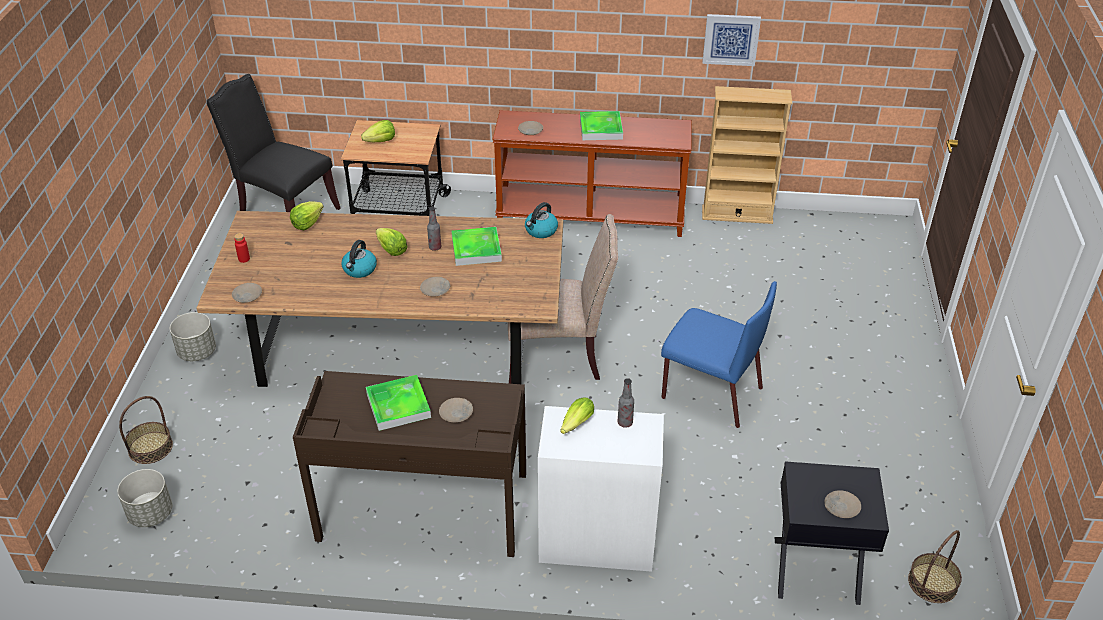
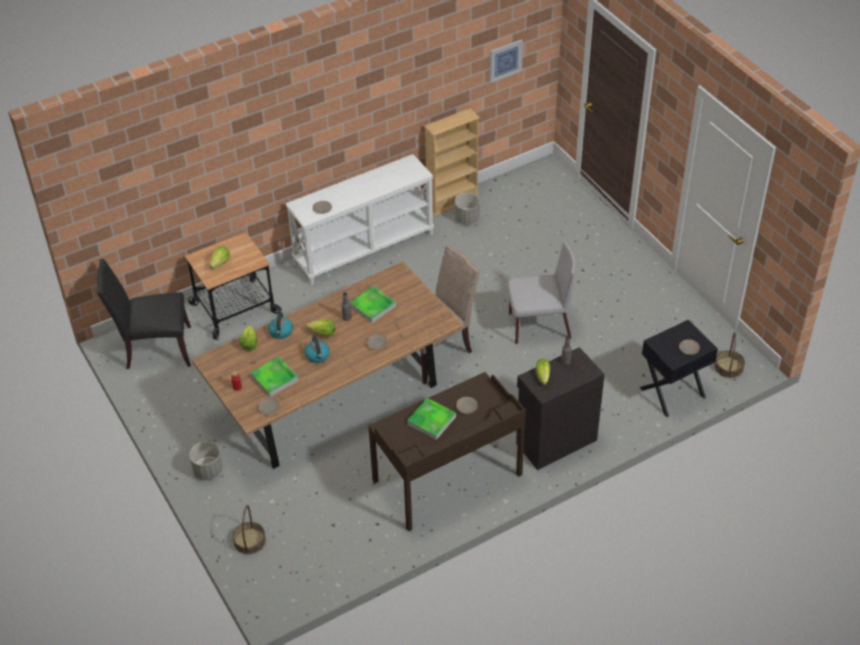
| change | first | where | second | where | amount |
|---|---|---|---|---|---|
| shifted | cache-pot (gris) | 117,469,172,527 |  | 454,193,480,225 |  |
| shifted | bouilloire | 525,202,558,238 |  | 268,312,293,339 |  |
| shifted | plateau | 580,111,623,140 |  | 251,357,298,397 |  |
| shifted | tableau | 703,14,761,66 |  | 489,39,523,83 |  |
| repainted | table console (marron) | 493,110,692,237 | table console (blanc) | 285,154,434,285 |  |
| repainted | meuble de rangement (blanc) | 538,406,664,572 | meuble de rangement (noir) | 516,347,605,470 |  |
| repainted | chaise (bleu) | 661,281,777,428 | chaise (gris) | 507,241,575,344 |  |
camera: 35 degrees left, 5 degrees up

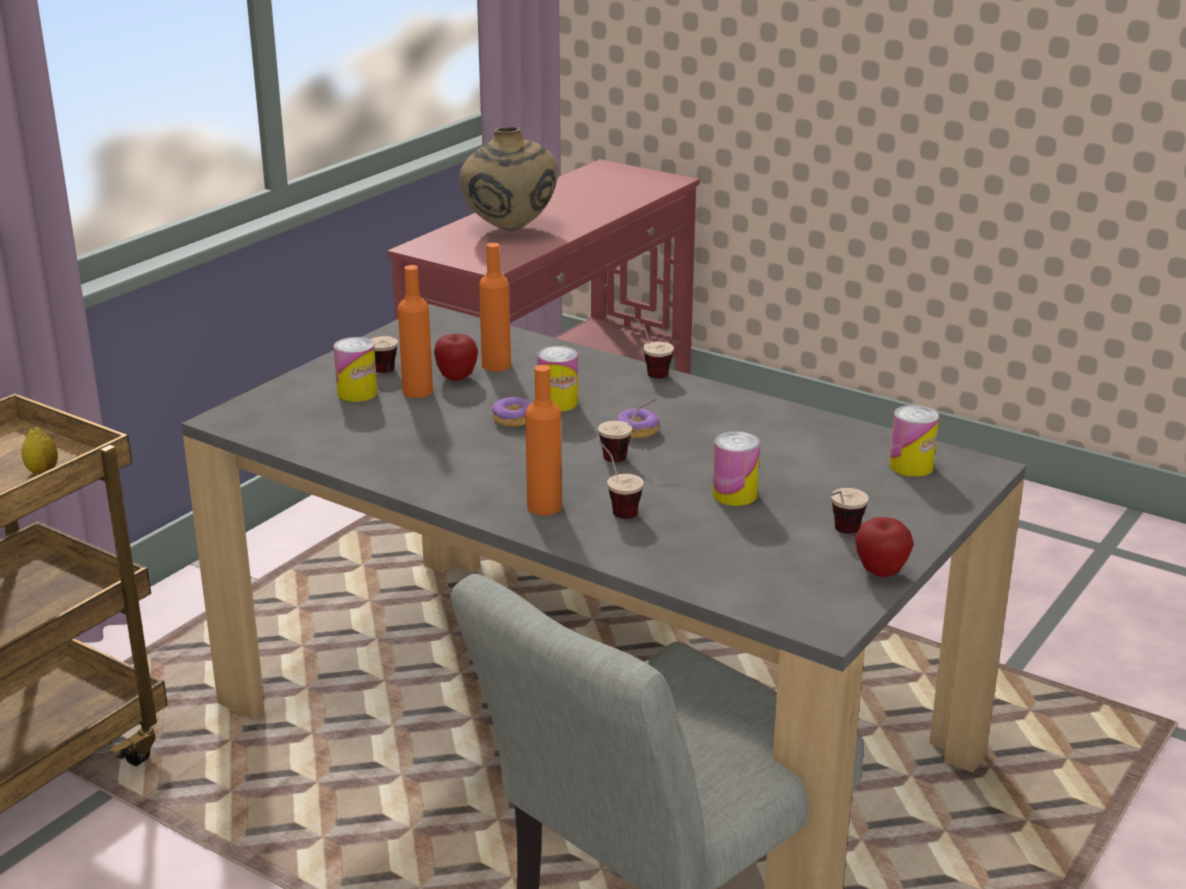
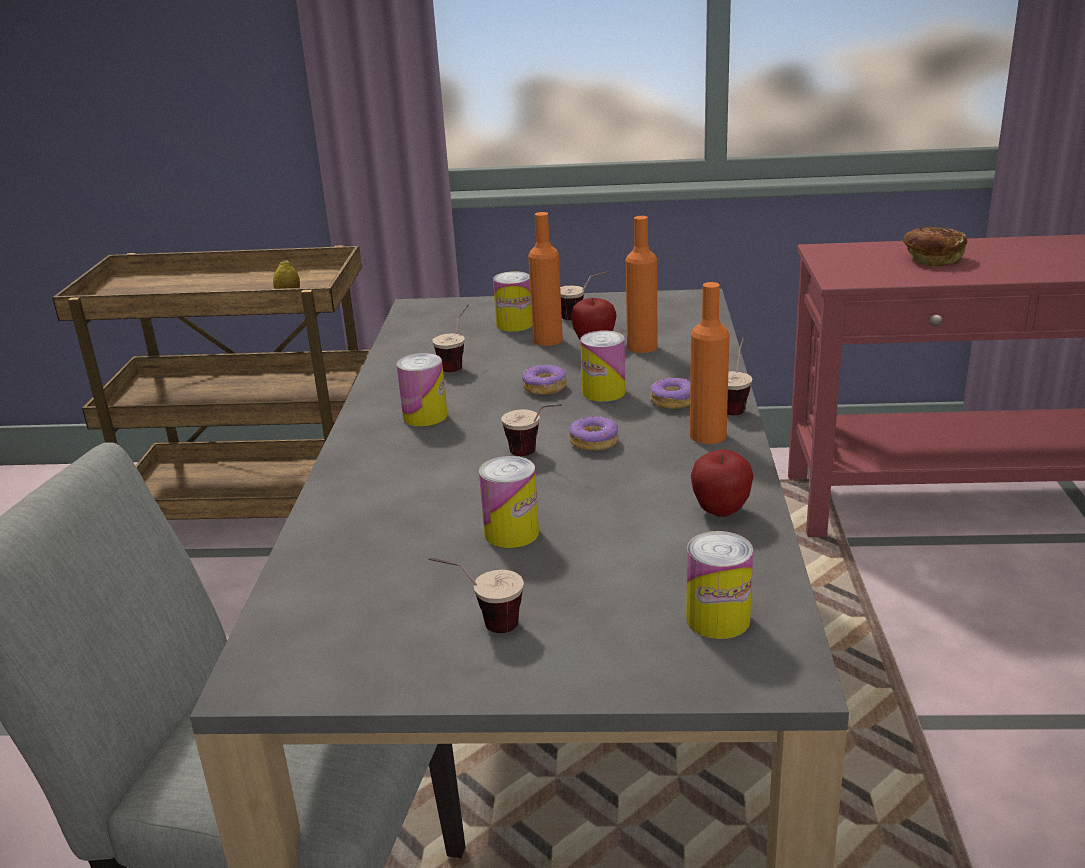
| change | first | where | second | where | amount |
|---|---|---|---|---|---|
| new |  |  | boîte métallique | 396,353,448,427 |  |
| new |  |  | beignet | 650,378,690,409 |  |
| shifted | bouteille (orange) | 525,365,562,515 |  | 690,282,729,444 |  |
| shifted | tasse | 599,441,644,519 |  | 432,304,469,372 |  |
| shifted | pomme | 855,517,914,577 |  | 691,449,754,517 |  |
| swapped | vase (beige) | 460,127,558,231 | pain | 903,227,967,267 |  |
camera: 60 degrees right, 0 degrees up

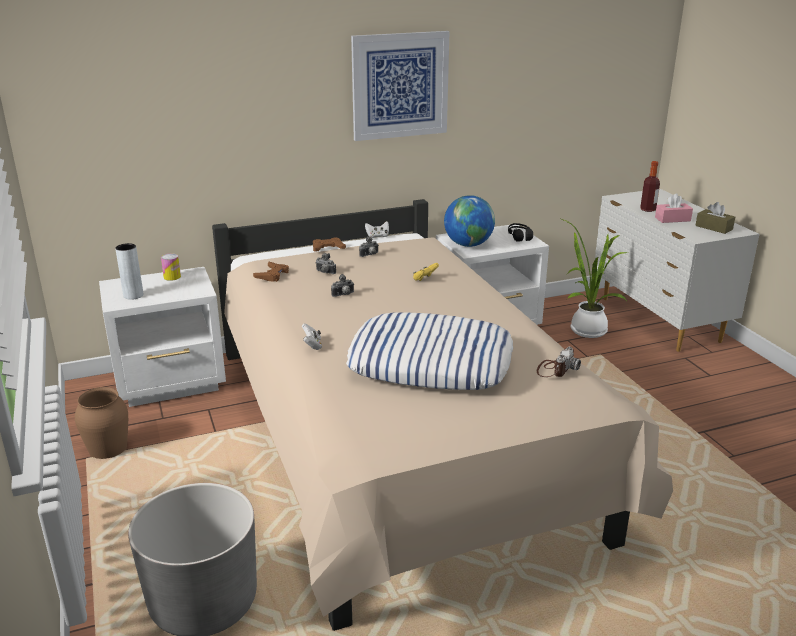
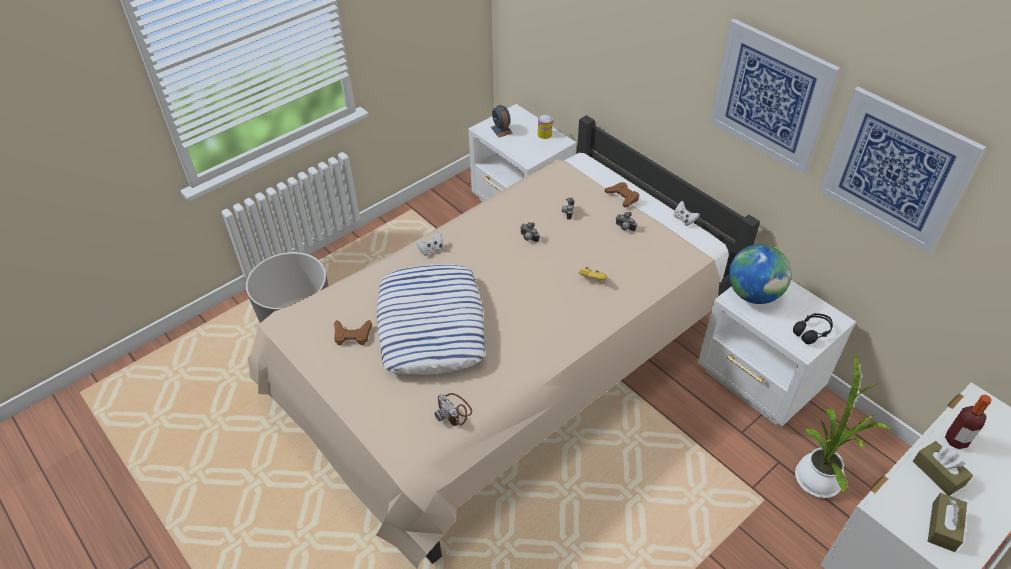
| change | first | where | second | where | amount |
|---|---|---|---|---|---|
| gone | vase (marron) | 75,387,128,459 |  |  |  |
| new |  |  | tableau | 818,87,986,254 |  |
| shifted | manette (marron) | 253,262,289,282 |  | 334,320,372,345 |  |
| swapped | vase (gris) | 115,243,143,300 | réveil | 491,105,513,138 |  |
| repainted | boîte à mouchoirs (rose) | 655,194,693,223 | boîte à mouchoirs (marron) | 913,441,973,496 |  |
| rotated | appareil photo | 537,347,581,377 |  | 434,393,472,426 | 45 degrees clockwise |
camera: 70 degrees right, 20 degrees up

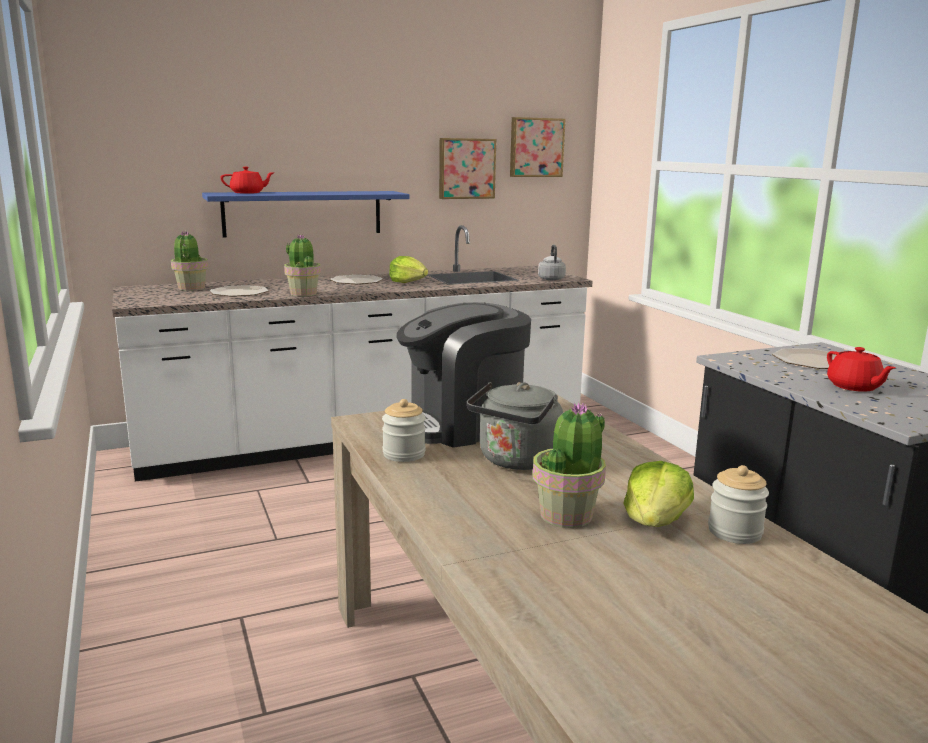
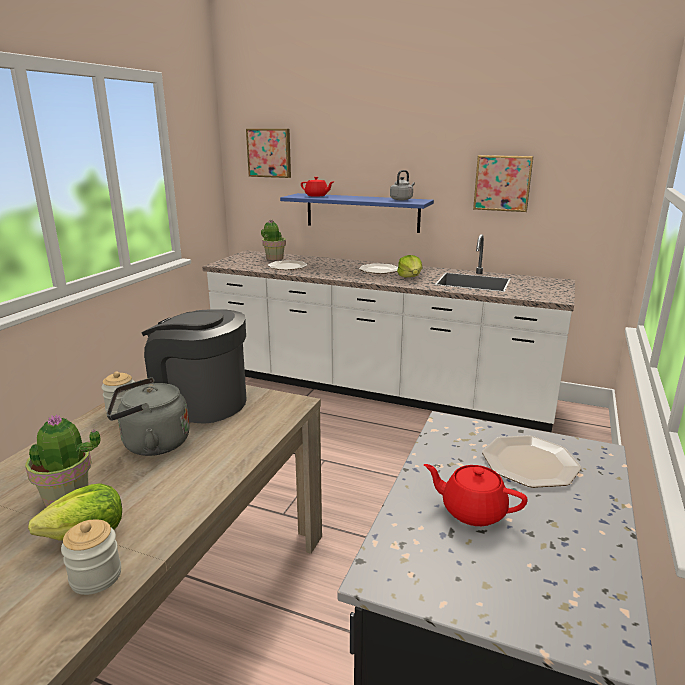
| change | first | where | second | where | amount |
|---|---|---|---|---|---|
| gone | plante en pot | 284,234,321,297 |  |  |  |
| shifted | tableau | 510,117,565,177 |  | 246,129,291,178 |  |
| shifted | bouilloire (gris) | 538,245,566,280 |  | 390,170,415,200 |  |
| rotated | théière (rouge) | 827,347,896,392 |  | 424,464,528,526 | 90 degrees clockwise |
camera: 45 degrees right, 5 degrees up

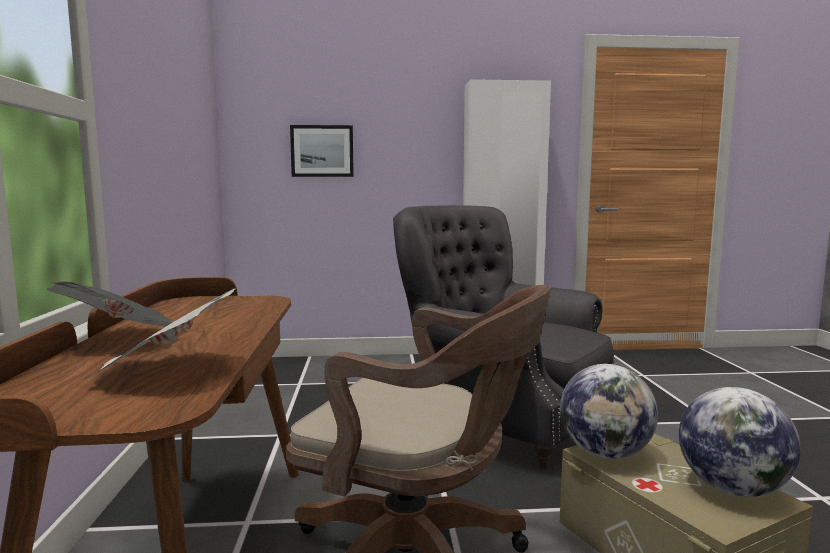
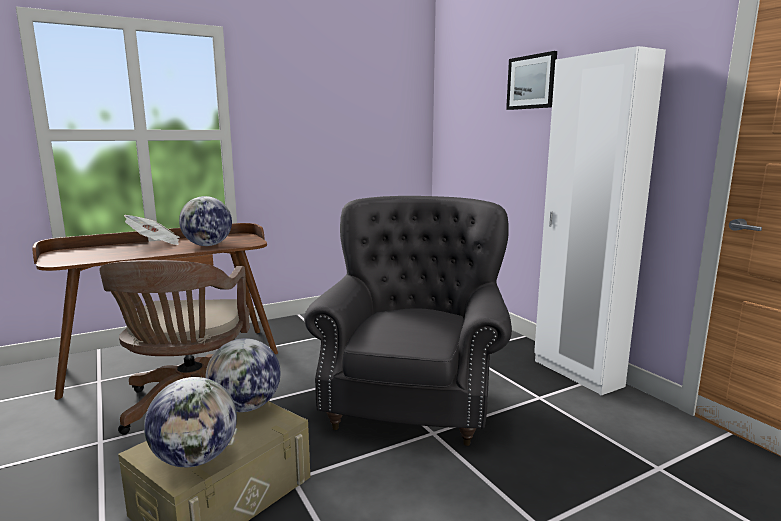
| change | first | where | second | where | amount |
|---|---|---|---|---|---|
| gone | journal | 84,288,236,380 |  |  |  |
| new |  |  | globe | 179,196,232,246 |  |
| shifted | tableau | 290,125,354,177 |  | 506,51,557,110 |  |
camera: 65 degrees right, 5 degrees up

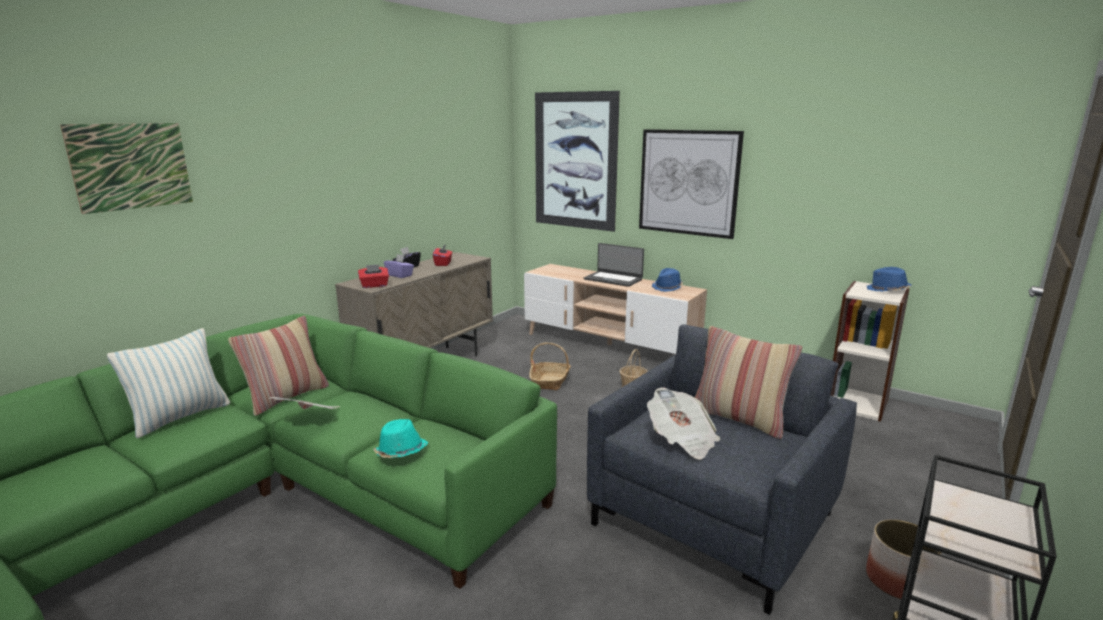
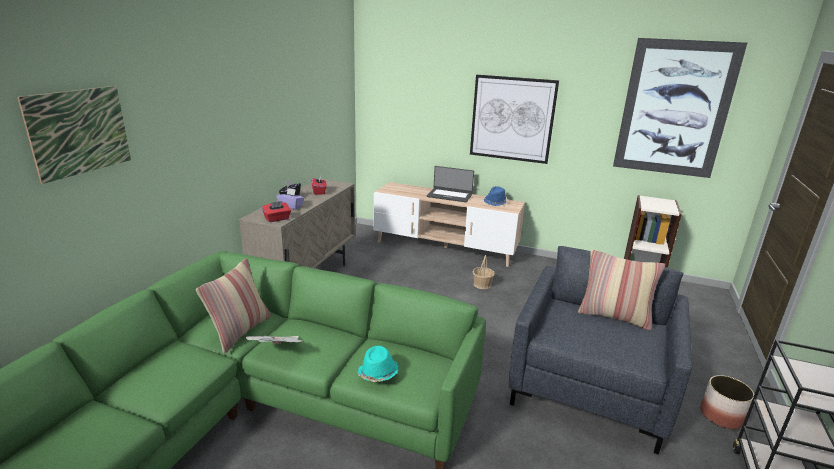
| change | first | where | second | where | amount |
|---|---|---|---|---|---|
| gone | coussin | 107,328,230,438 |  |  |  |
| gone | panier | 529,343,571,390 |  |  |  |
| gone | journal | 647,387,720,460 |  |  |  |
| gone | chapeau (bleu) | 867,267,912,292 |  |  |  |
| shifted | tableau | 535,91,620,232 |  | 613,38,747,178 |  |
camera: 15 degrees left, 5 degrees up

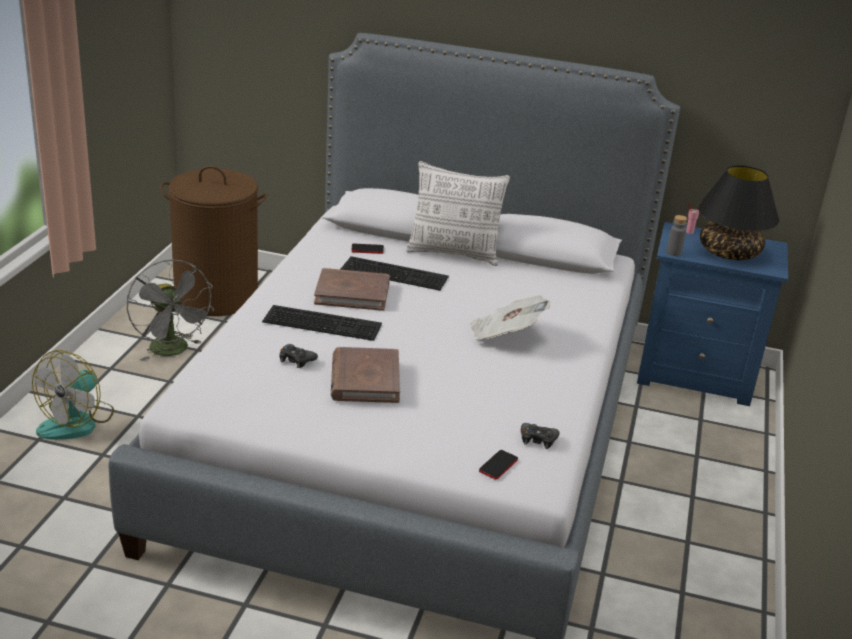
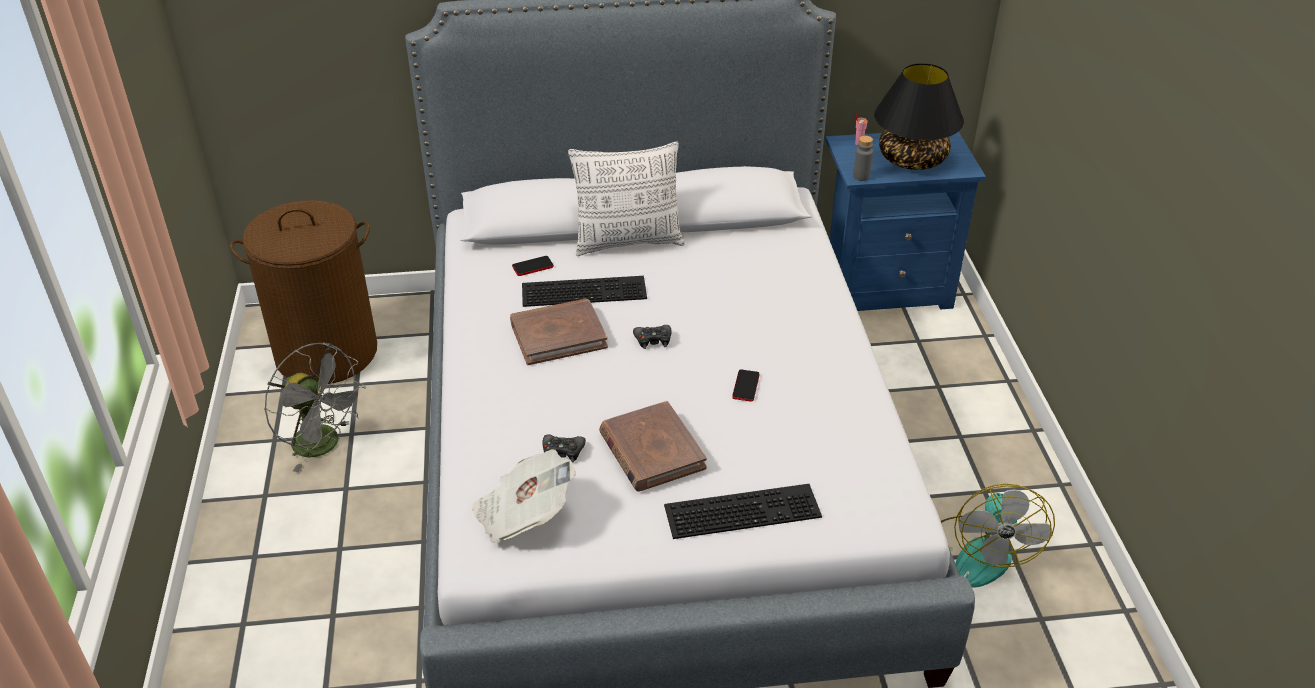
| change | first | where | second | where | amount |
|---|---|---|---|---|---|
| shifted | ventilateur | 32,350,114,440 |  | 941,484,1055,588 |  |
| shifted | clavier | 262,305,382,341 |  | 664,484,822,539 |  |
| shifted | journal | 470,295,550,341 |  | 472,449,576,543 |  |
| shifted | téléphone | 479,450,518,480 |  | 732,369,759,402 |  |
| shifted | manette (noir) | 521,423,560,449 |  | 633,325,672,349 |  |
camera: 20 degrees left, 10 degrees up

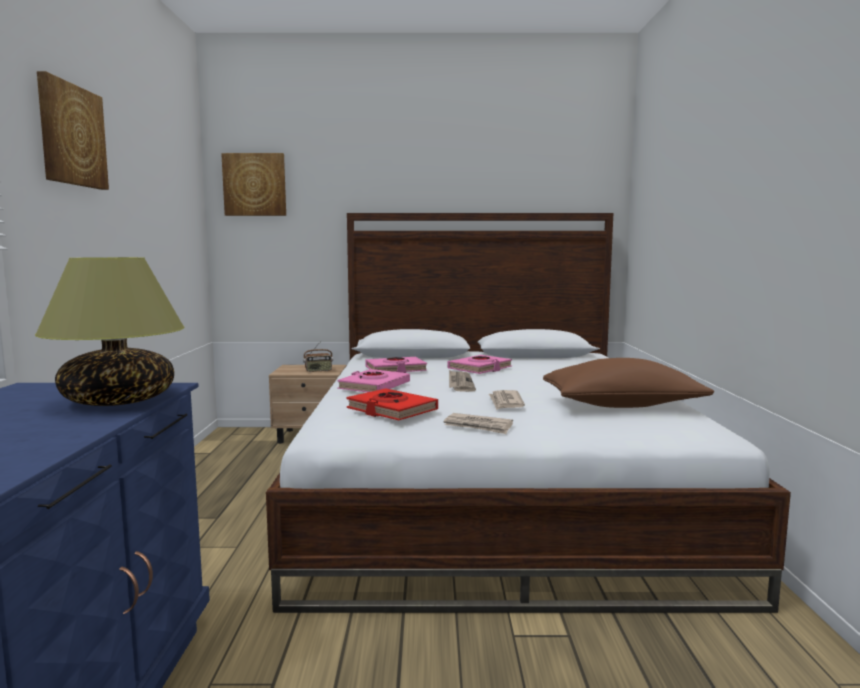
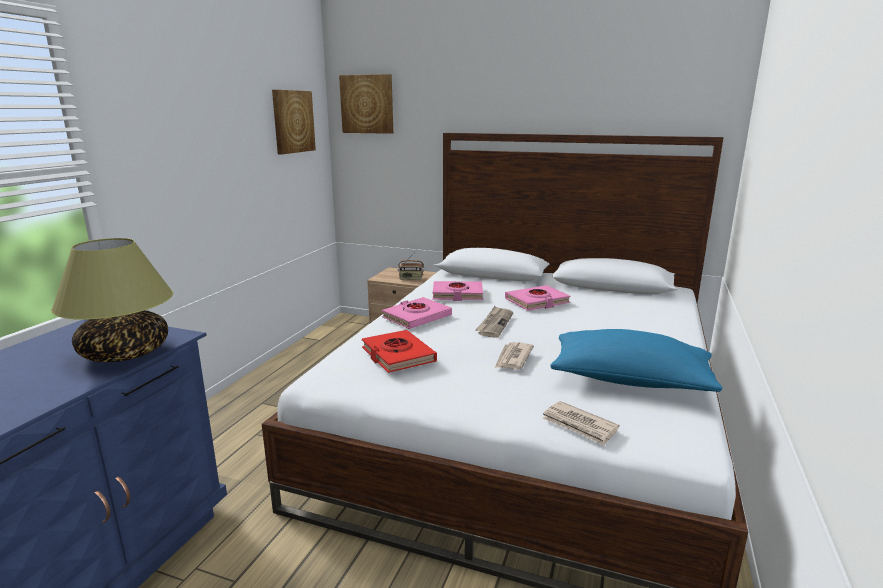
| change | first | where | second | where | amount |
|---|---|---|---|---|---|
| shifted | tableau | 37,71,109,190 |  | 272,90,316,154 |  |
| shifted | journal | 444,413,513,434 |  | 543,401,619,446 |  |
| repainted | coussin (marron) | 543,358,714,408 | coussin (bleu) | 550,329,722,392 |  |
camera: 20 degrees right, 10 degrees up

